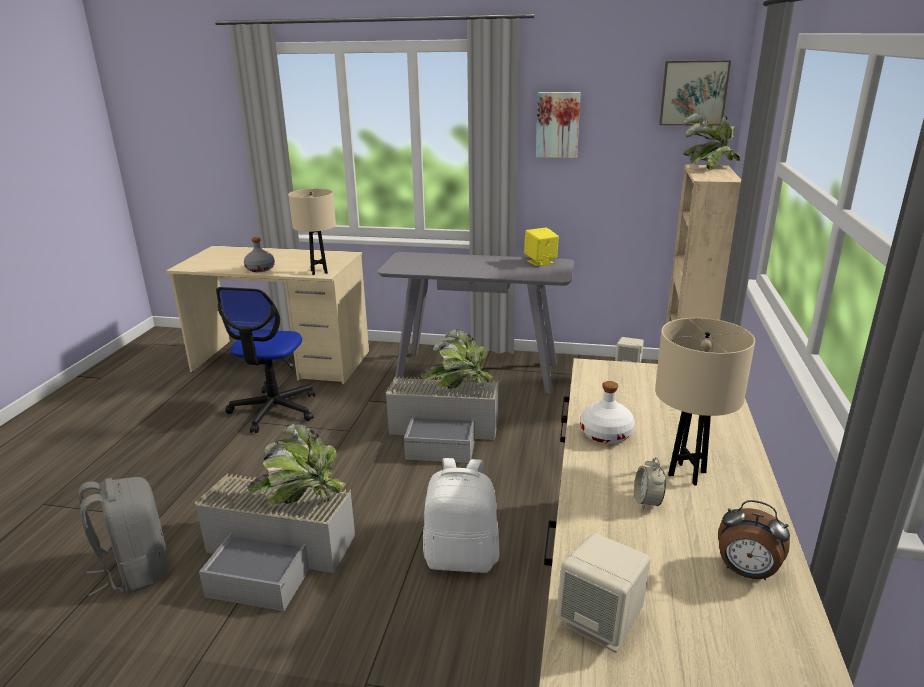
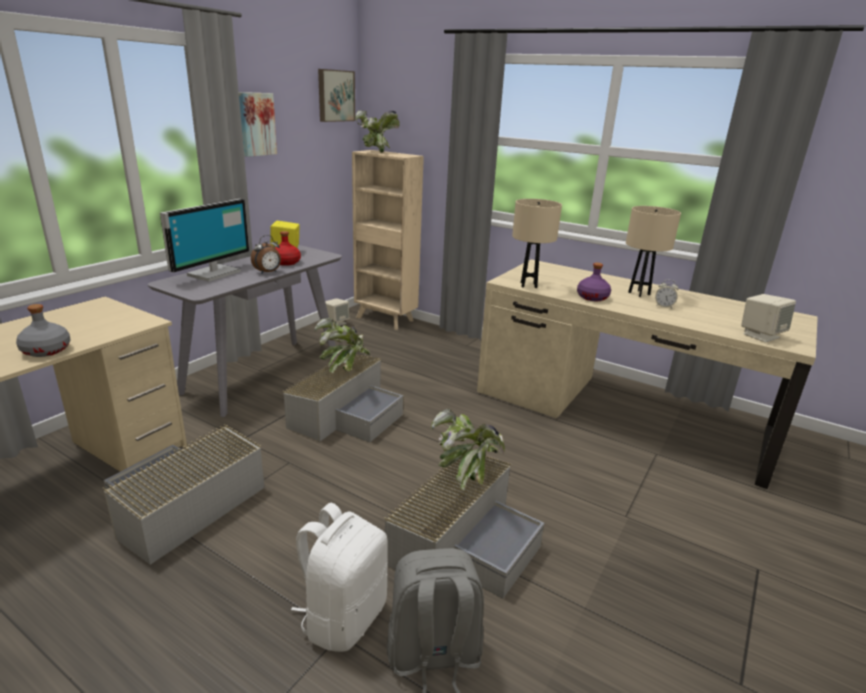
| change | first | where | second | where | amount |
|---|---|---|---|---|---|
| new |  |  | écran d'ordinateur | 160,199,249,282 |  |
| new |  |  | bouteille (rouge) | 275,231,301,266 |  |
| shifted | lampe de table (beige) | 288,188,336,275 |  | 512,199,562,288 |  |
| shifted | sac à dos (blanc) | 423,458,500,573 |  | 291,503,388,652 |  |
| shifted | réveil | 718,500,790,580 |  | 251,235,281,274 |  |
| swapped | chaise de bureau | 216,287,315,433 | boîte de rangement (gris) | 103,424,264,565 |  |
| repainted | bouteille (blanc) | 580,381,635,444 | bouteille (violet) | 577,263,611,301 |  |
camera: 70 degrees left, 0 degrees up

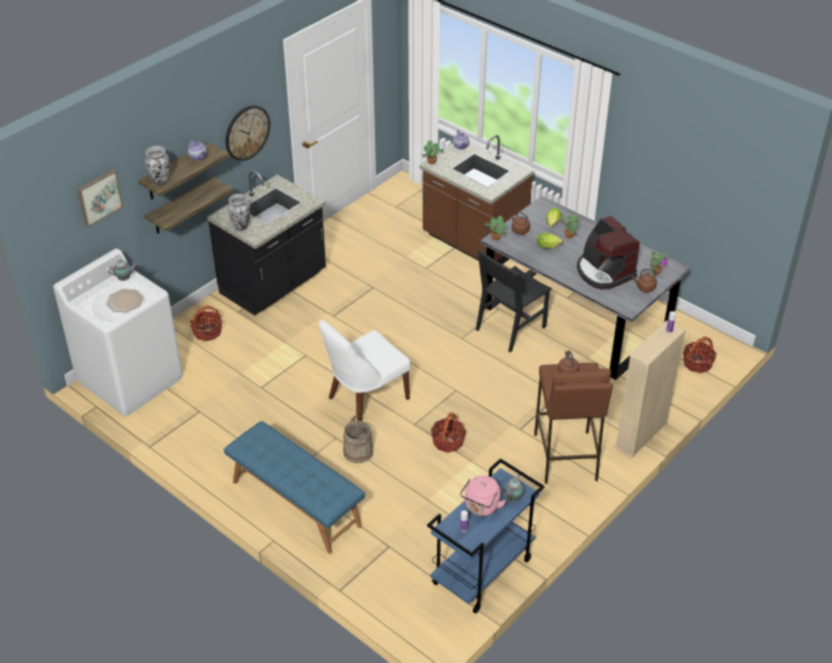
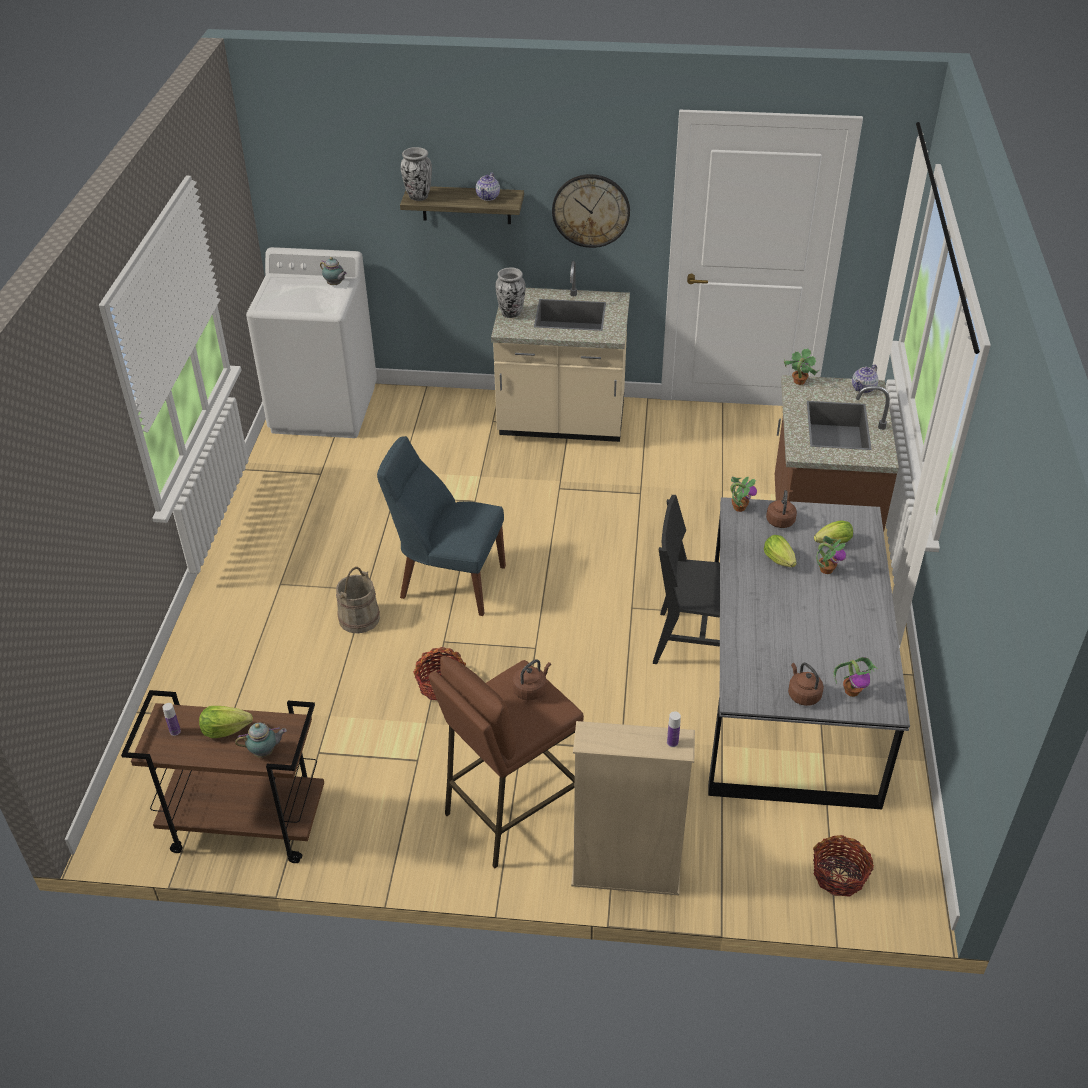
| change | first | where | second | where | amount |
|---|---|---|---|---|---|
| gone | tableau | 77,169,123,227 |  |  |  |
| gone | assiette | 106,289,144,312 |  |  |  |
| gone | étagère | 145,177,234,234 |  |  |  |
| gone | panier | 190,306,222,341 |  |  |  |
| gone | banc (bleu) | 224,421,365,554 |  |  |  |
| gone | machine à café | 577,216,640,290 |  |  |  |
| swapped | bouilloire (rose) | 460,475,506,516 | laitue | 199,706,253,738 |  |
| repainted | comptoir de cuisine (noir) | 207,171,326,315 | comptoir de cuisine (beige) | 491,261,630,442 |  |
| repainted | chaise (blanc) | 319,320,411,421 | chaise (bleu) | 377,436,506,616 |  |
| repainted | chariot (bleu) | 427,458,544,614 | chariot (marron) | 121,690,324,863 |  |
camera: 55 degrees right, 0 degrees up

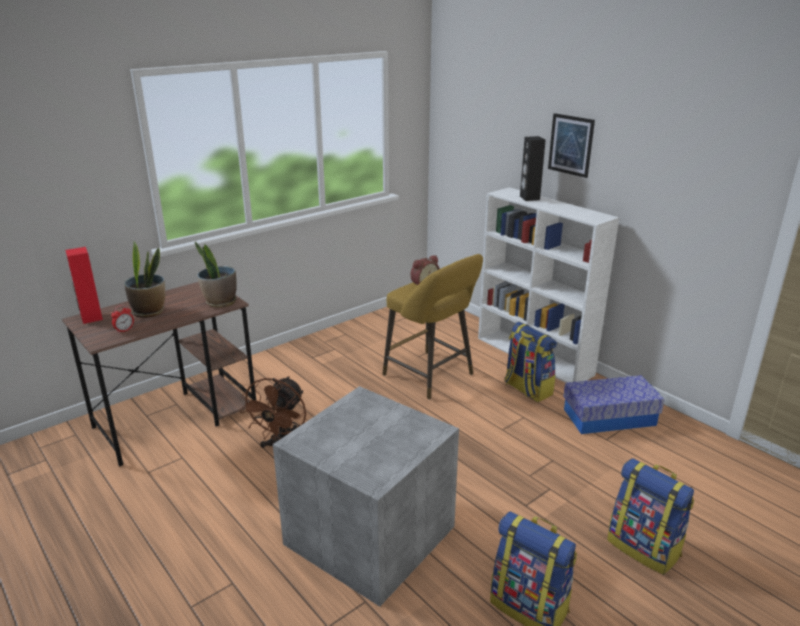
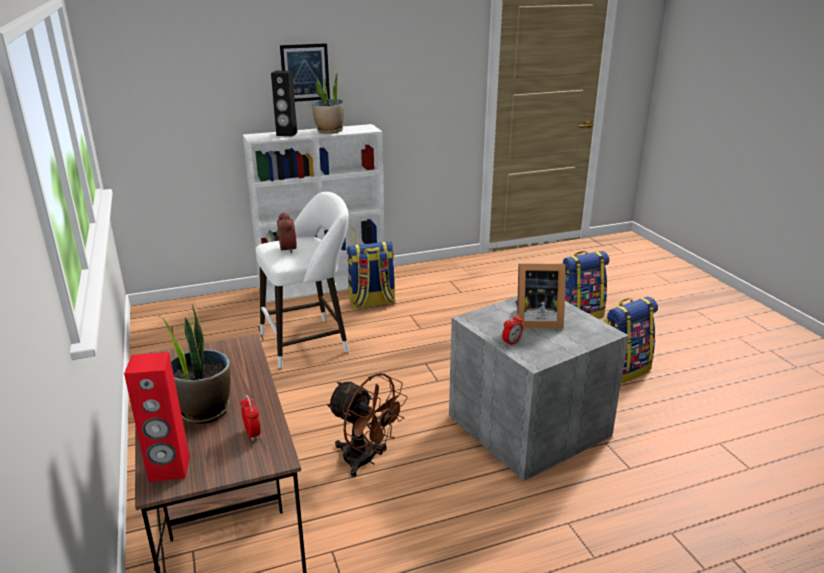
| change | first | where | second | where | amount |
|---|---|---|---|---|---|
| gone | boîte de rangement | 563,375,664,434 |  |  |  |
| new |  |  | réveil | 502,314,523,347 |  |
| new |  |  | cadre photo | 515,263,566,328 |  |
| shifted | plante en pot | 195,242,237,308 |  | 312,71,344,133 |  |
| repainted | tabouret (jaune) | 383,254,483,399 | tabouret (blanc) | 256,192,349,369 |  |
camera: 70 degrees left, 0 degrees up

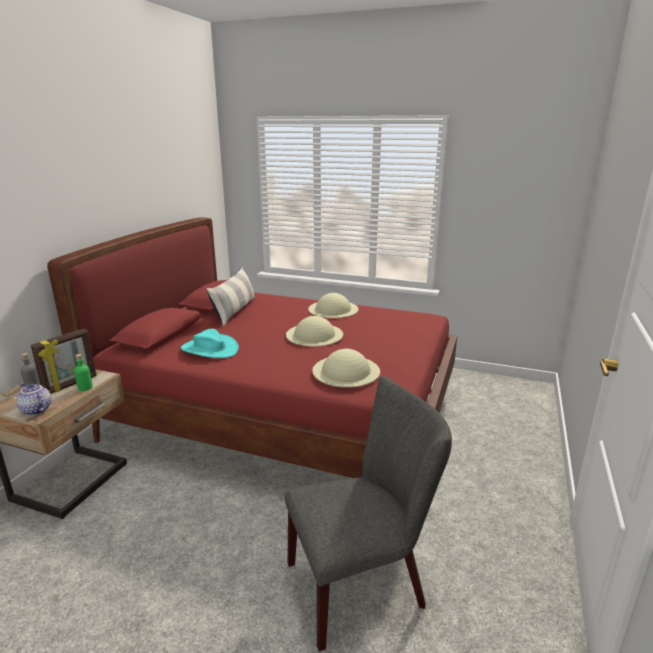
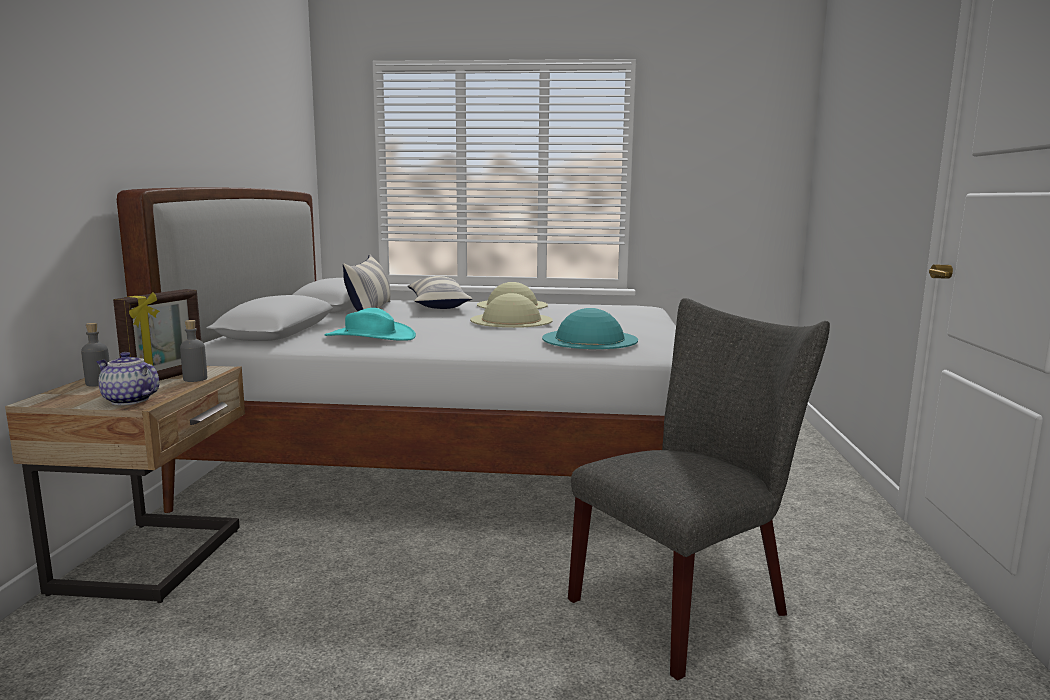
| change | first | where | second | where | amount |
|---|---|---|---|---|---|
| new |  |  | coussin | 407,276,472,309 |  |
| repainted | lit (rouge) | 47,217,457,478 | lit (blanc) | 117,187,676,513 |  |
| repainted | bouteille (vert) | 74,354,93,391 | bouteille (gris) | 180,320,207,382 |  |
| repainted | chapeau (beige) | 312,349,380,388 | chapeau (turquoise) | 542,308,638,349 |  |
camera: 15 degrees left, 10 degrees down

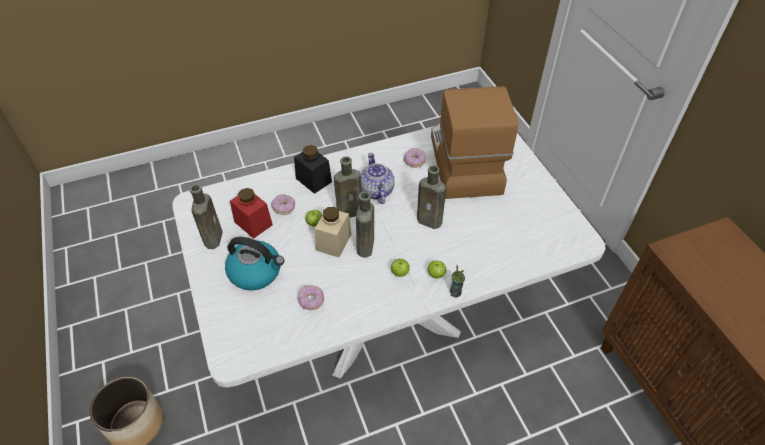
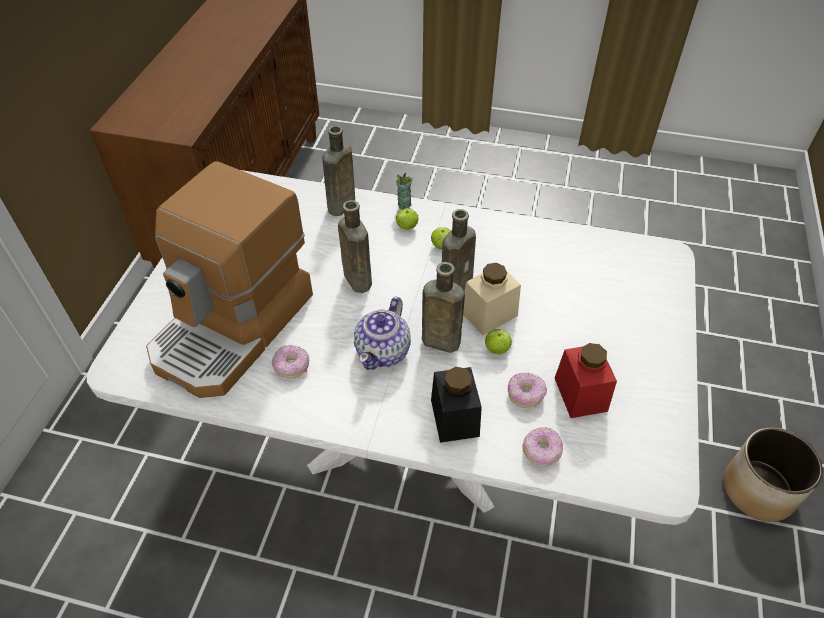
| change | first | where | second | where | amount |
|---|---|---|---|---|---|
| gone | bouilloire | 225,237,284,291 |  |  |  |
| shifted | bouteille (marron) | 190,184,223,249 |  | 322,125,355,216 |  |
| shifted | beignet | 298,285,324,310 |  | 523,427,563,466 |  |
camera: 145 degrees left, 0 degrees up

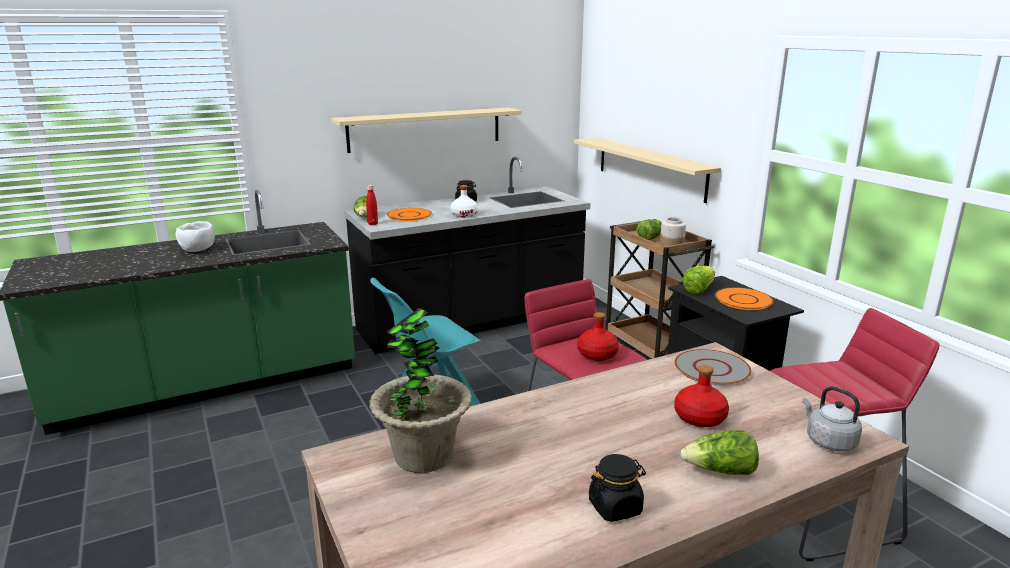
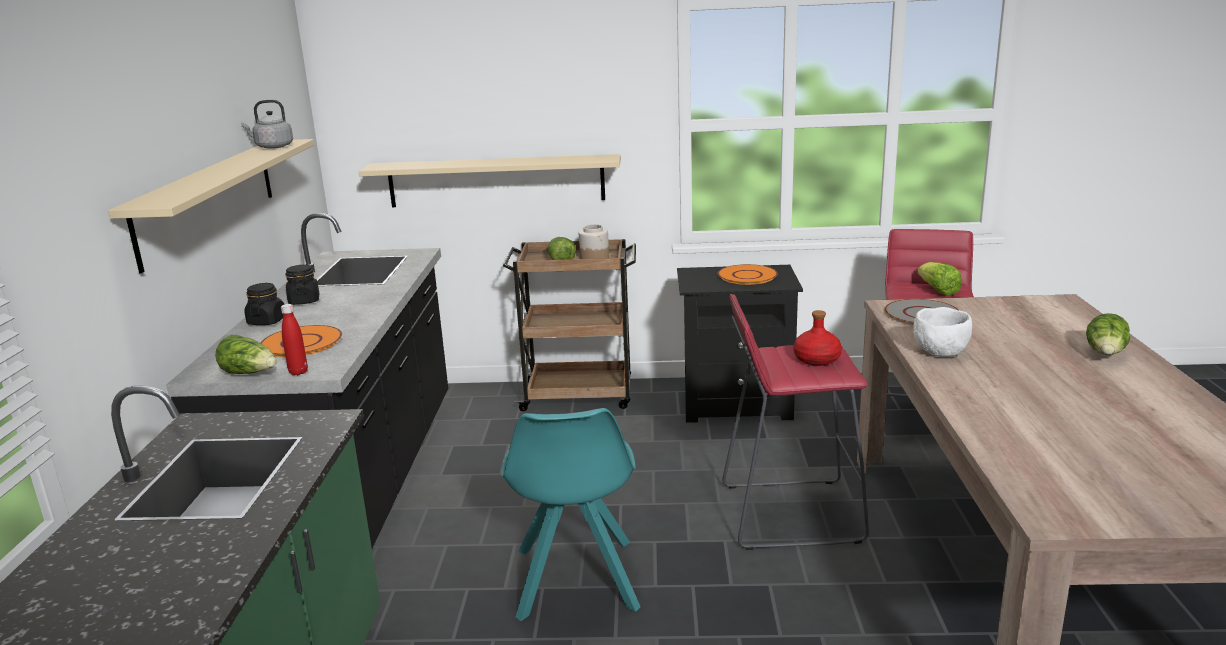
| change | first | where | second | where | amount |
|---|---|---|---|---|---|
| gone | plante en pot | 369,308,472,473 |  |  |  |
| gone | bouteille (blanc) | 450,185,478,217 |  |  |  |
| gone | bouteille (rouge) | 674,365,729,427 |  |  |  |
| shifted | bol (blanc) | 176,221,215,252 |  | 913,307,972,357 |  |
| shifted | bocal (noir) | 589,454,646,522 |  | 244,283,284,325 |  |
| shifted | laitue | 682,266,715,294 |  | 917,262,962,296 |  |
| shifted | bouilloire (gris) | 802,386,862,451 |  | 241,100,293,149 |  |
camera: 60 degrees left, 0 degrees up

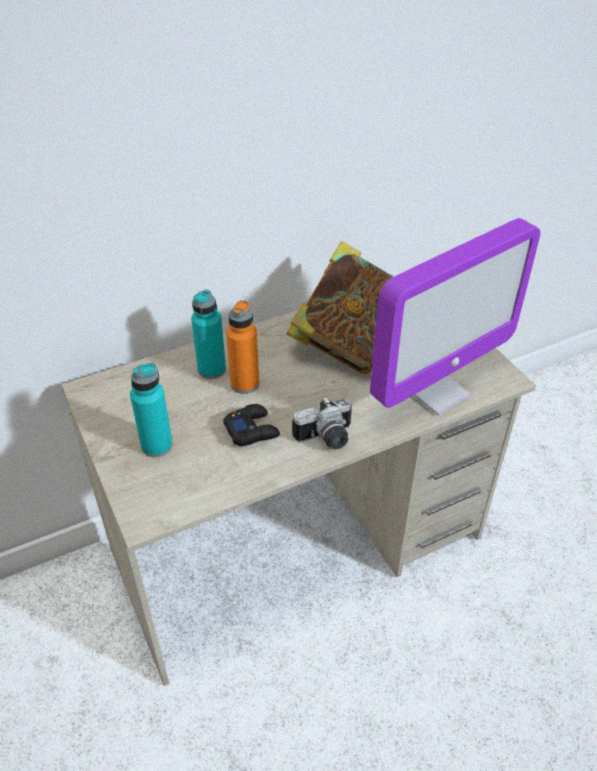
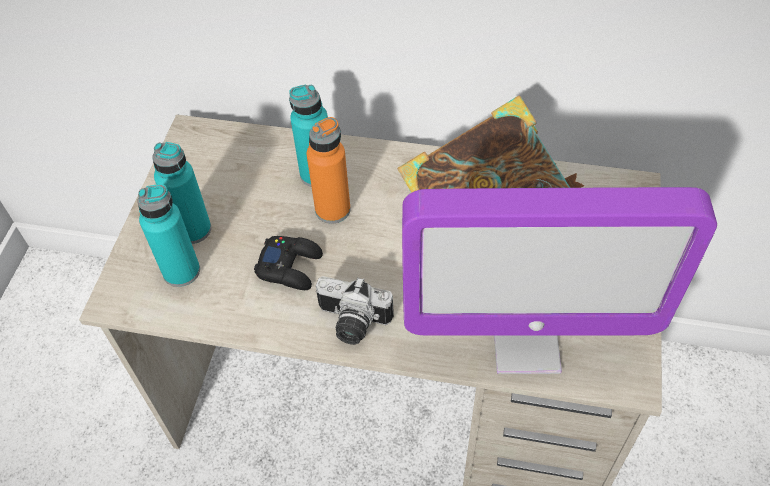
| change | first | where | second | where | amount |
|---|---|---|---|---|---|
| new |  |  | bouteille (turquoise) | 137,184,200,287 |  |
camera: 40 degrees right, 10 degrees up

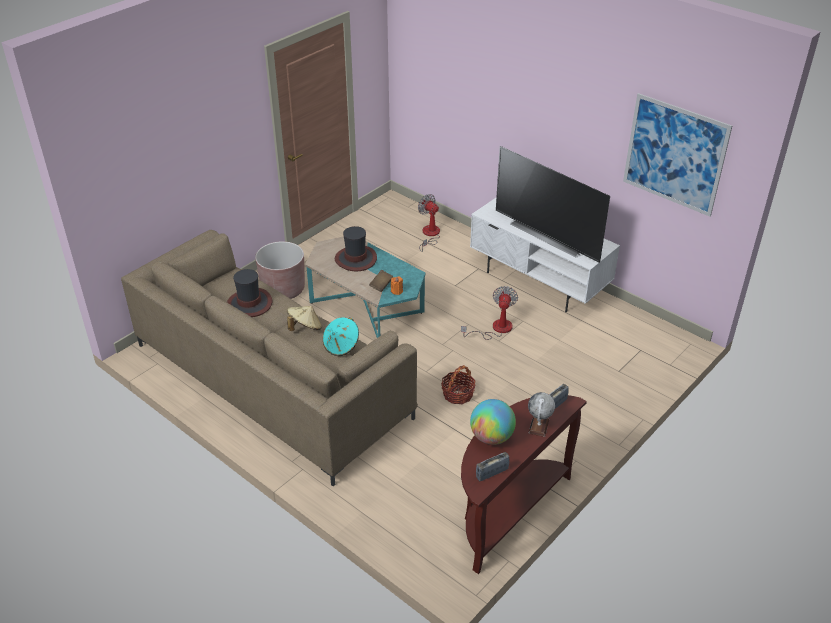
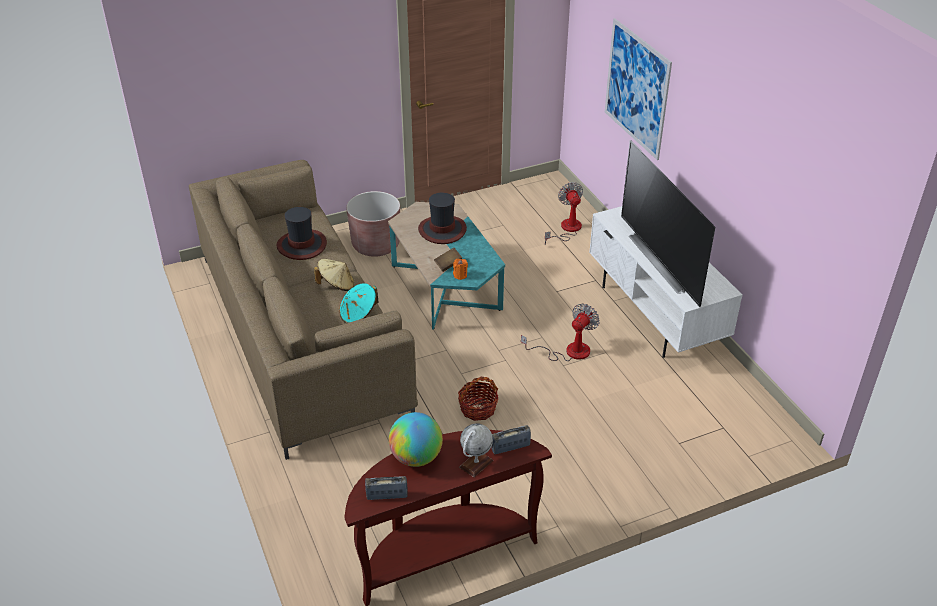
| change | first | where | second | where | amount |
|---|---|---|---|---|---|
| shifted | tableau | 623,93,732,216 |  | 605,18,672,160 |  |
camera: 25 degrees right, 0 degrees up

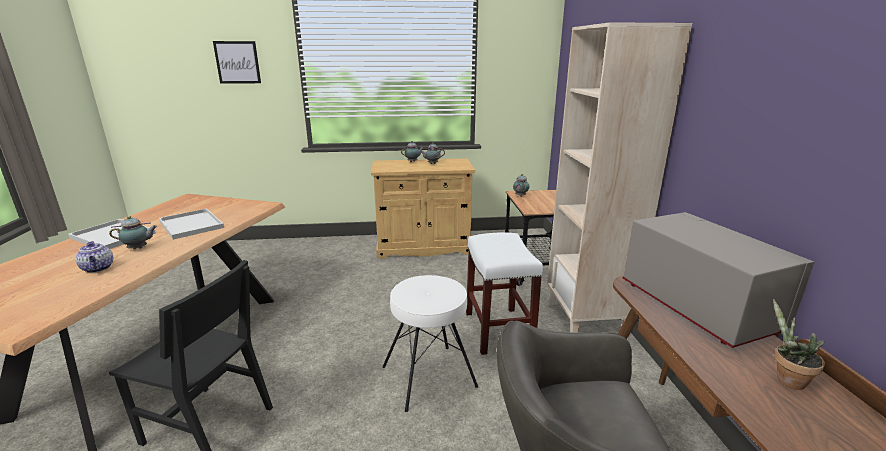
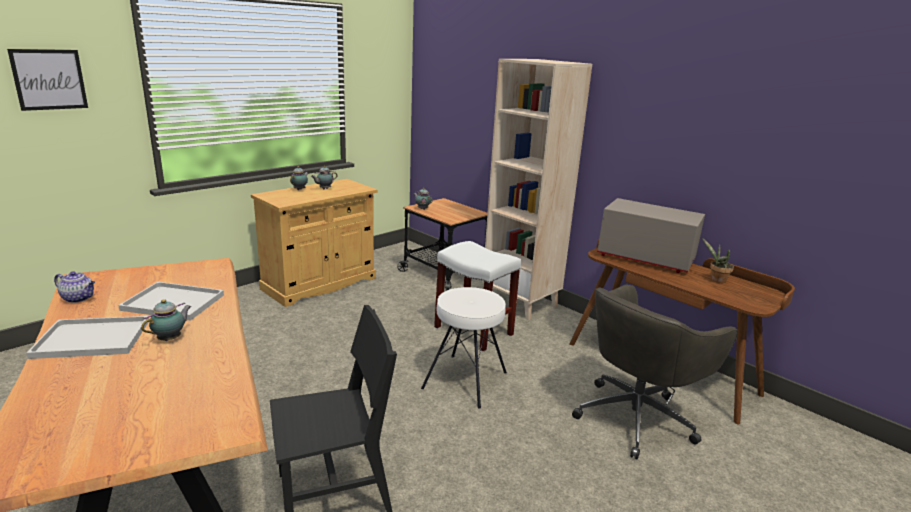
| change | first | where | second | where | amount |
|---|---|---|---|---|---|
| shifted | théière | 75,241,113,273 |  | 54,271,95,303 |  |
camera: 40 degrees left, 0 degrees up

